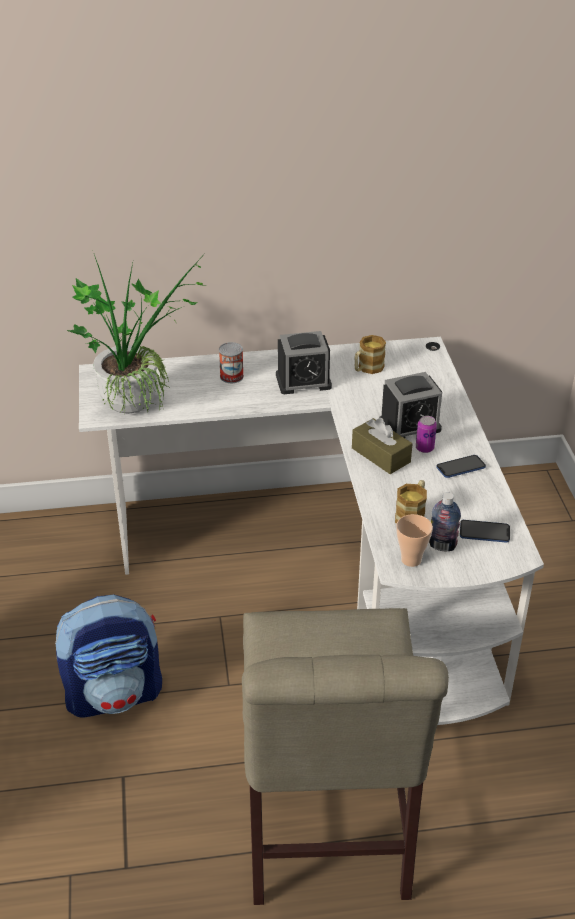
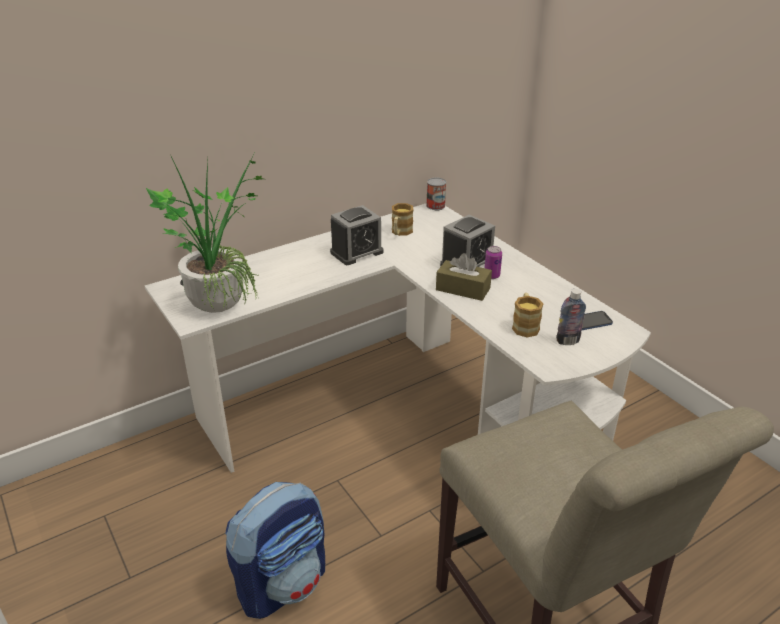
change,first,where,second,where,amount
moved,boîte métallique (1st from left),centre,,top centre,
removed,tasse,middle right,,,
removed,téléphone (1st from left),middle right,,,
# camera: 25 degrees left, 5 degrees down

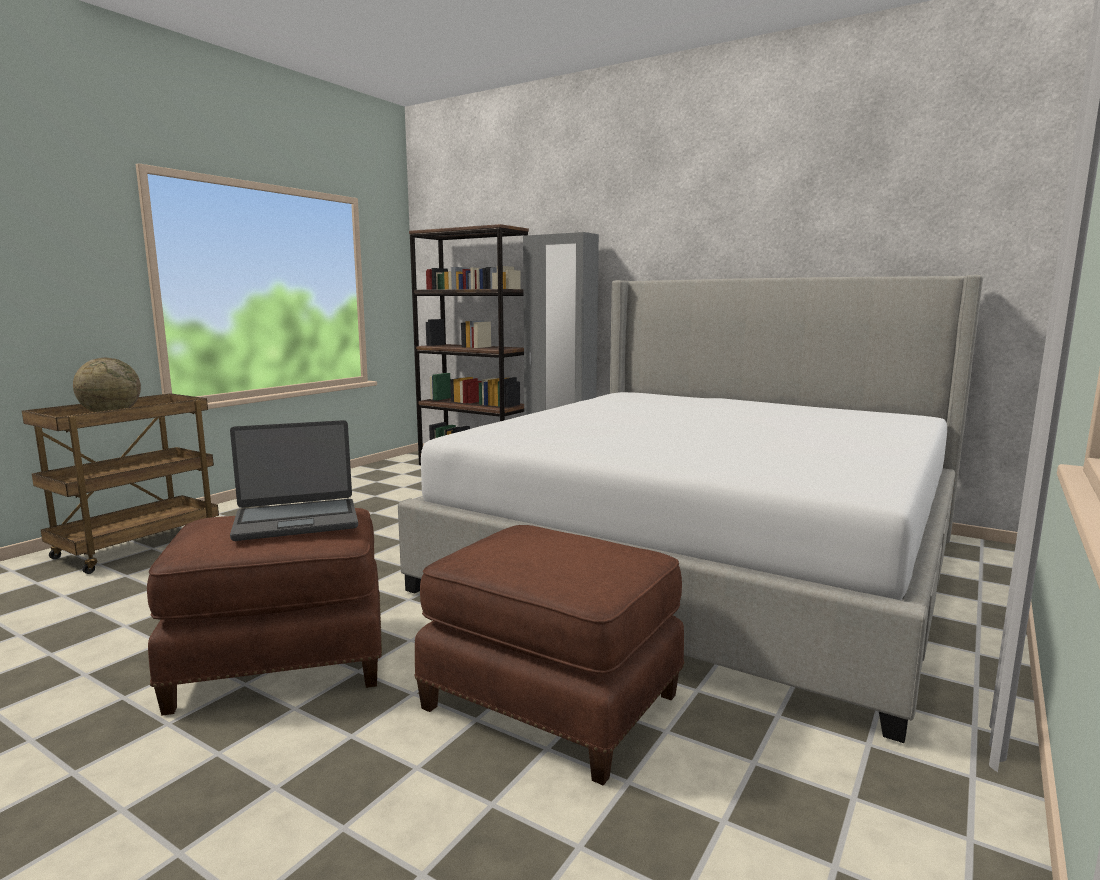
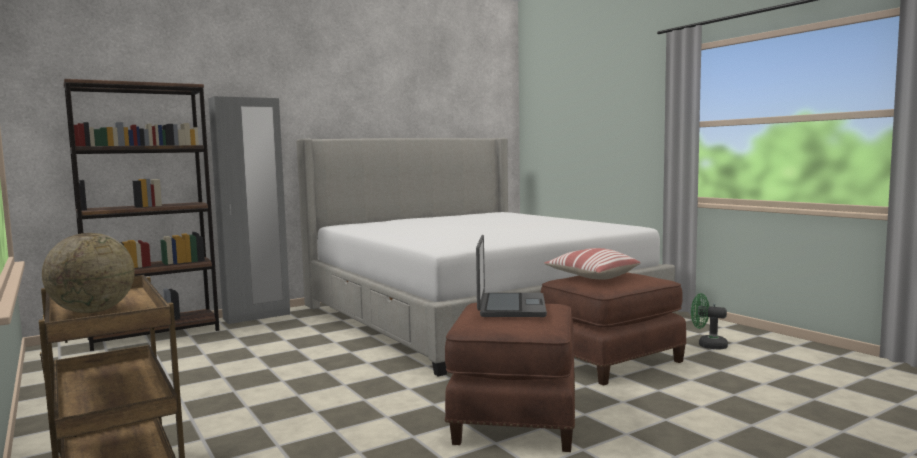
change,first,where,second,where,amount
added,,,coussin,centre,
added,,,ventilateur/vert,bottom right,
# camera: 65 degrees left, 5 degrees down

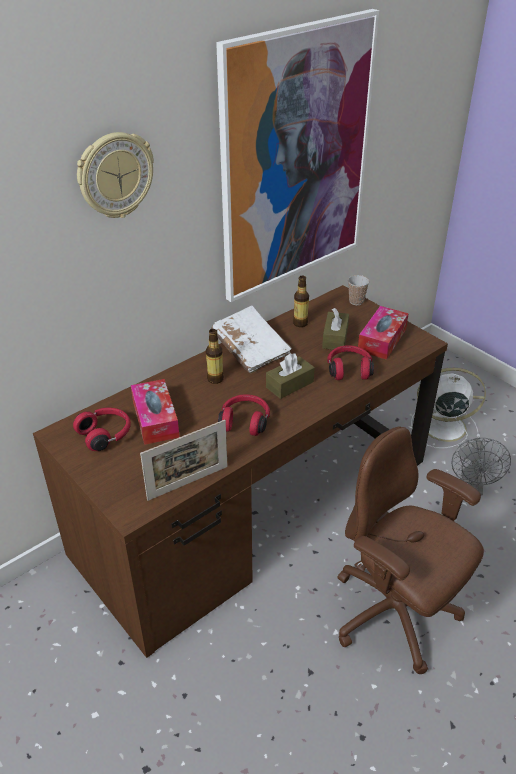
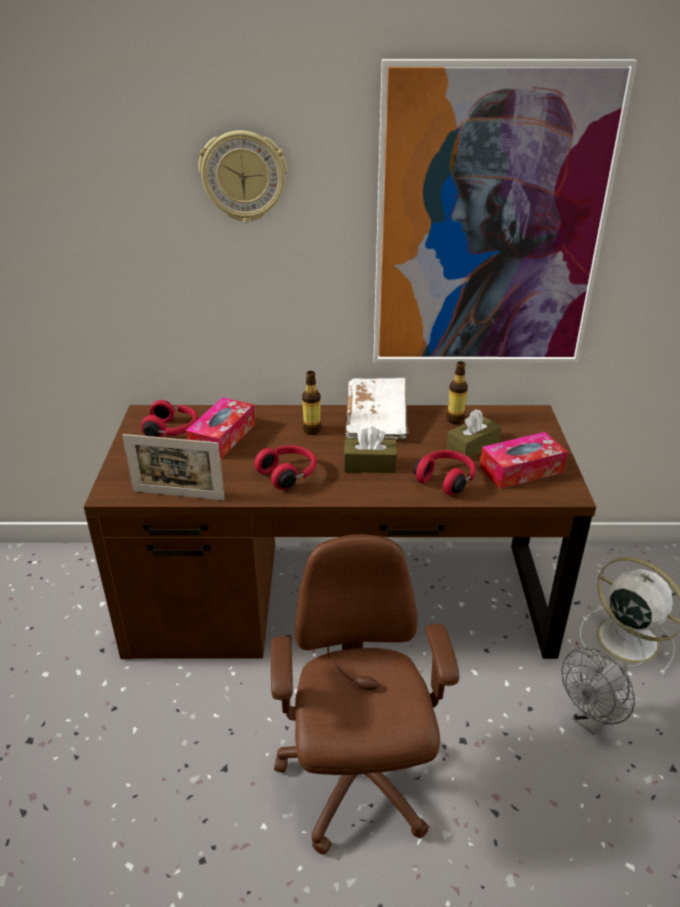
change,first,where,second,where,amount
removed,tasse,middle right,,,
# camera: 40 degrees right, 5 degrees down

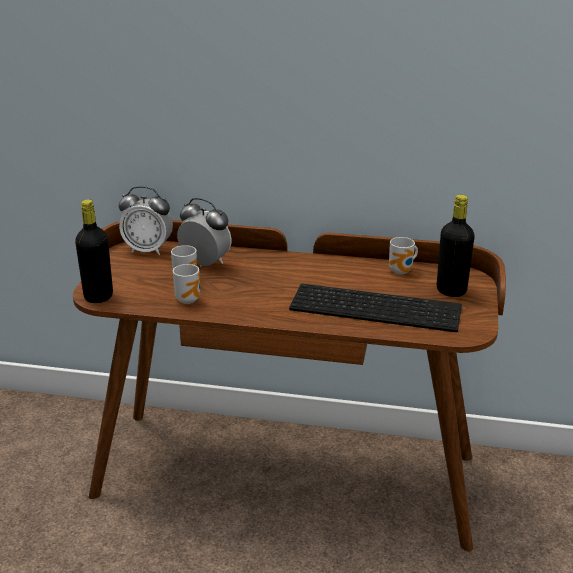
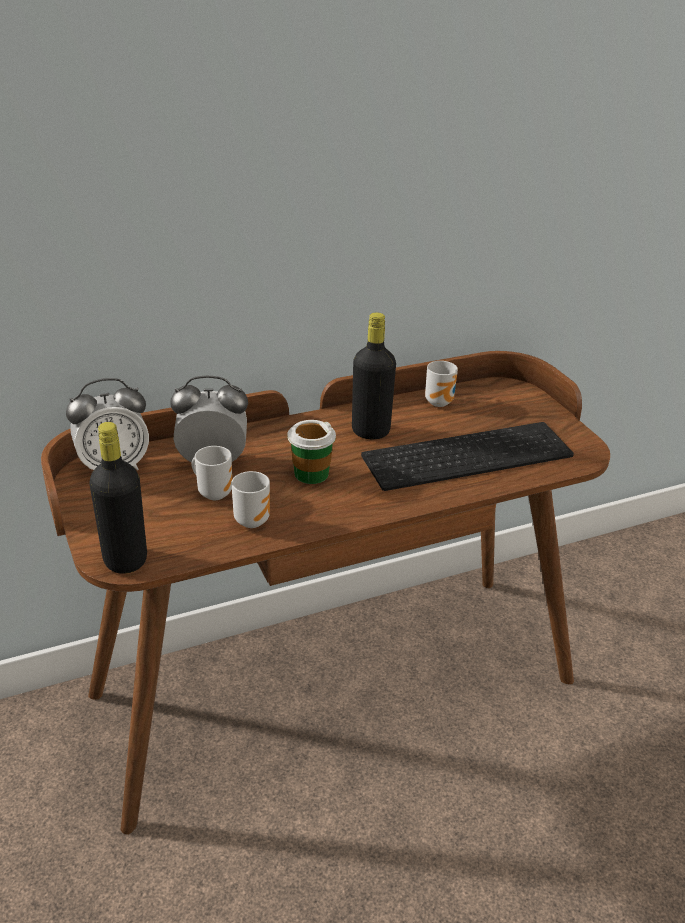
change,first,where,second,where,amount
moved,bouteille/noir (2nd from left),middle right,,centre,
added,,,tasse,centre,
# camera: 35 degrees left, 5 degrees up

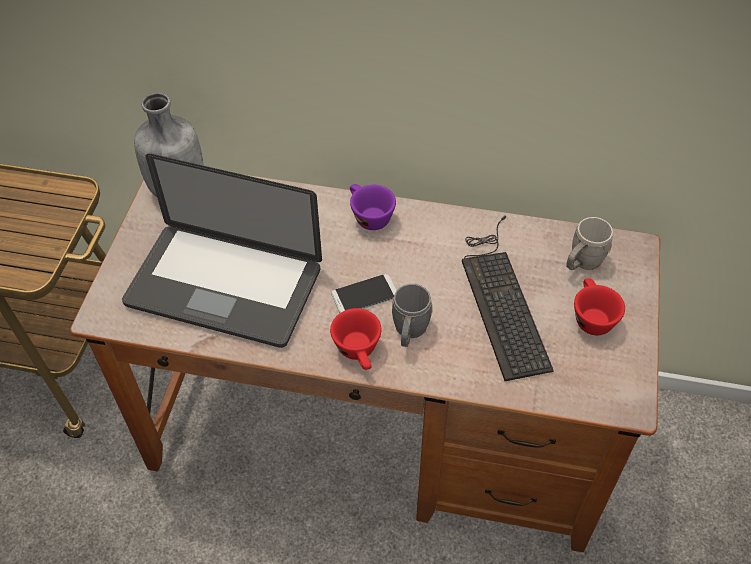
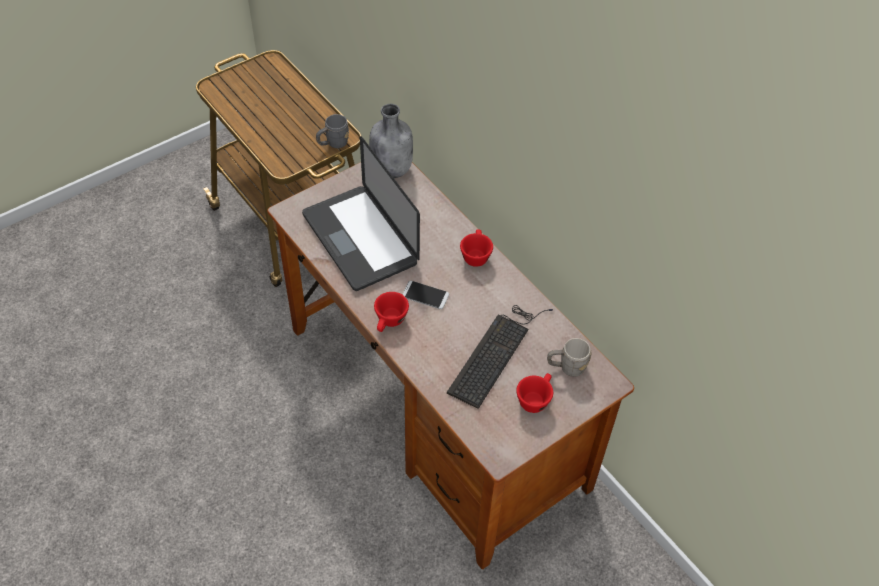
change,first,where,second,where,amount
recoloured,tasse/violet,centre,tasse/rouge (2nd from left),centre,
moved,mug/gris (1st from left),centre,,top centre,
# camera: 40 degrees right, 0 degrees up

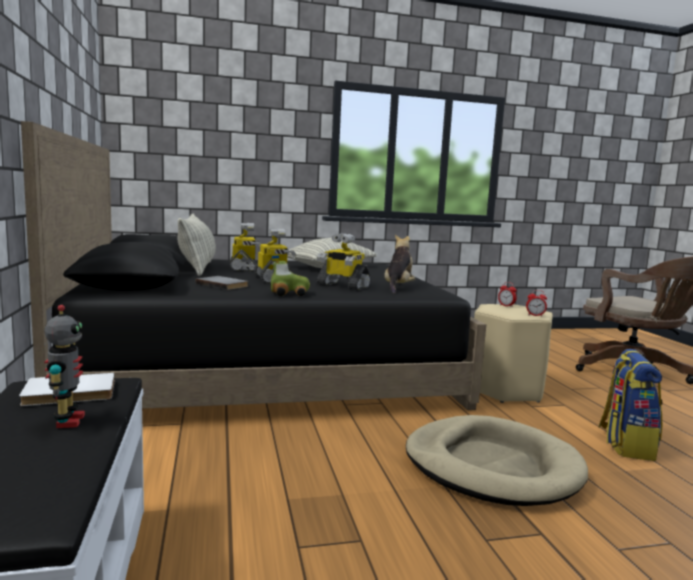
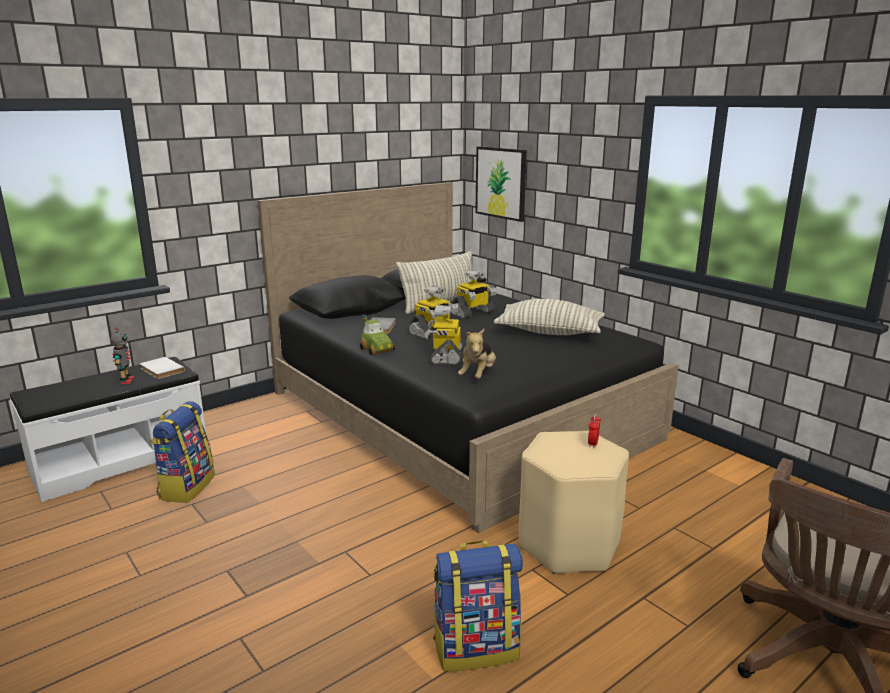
change,first,where,second,where,amount
turned,robot jouet (1st from left),middle left,,middle left,60 degrees counterclockwise
turned,peluche,centre,,centre,120 degrees clockwise
removed,panier pour chien/beige,bottom right,,,
removed,réveil (2nd from left),middle right,,,
added,,,sac à dos (1st from left),middle left,
added,,,tableau,top centre,
# camera: 65 degrees right, 10 degrees up

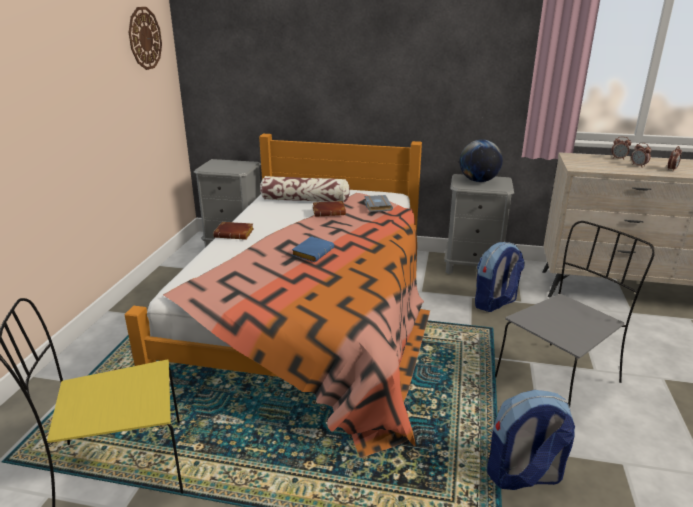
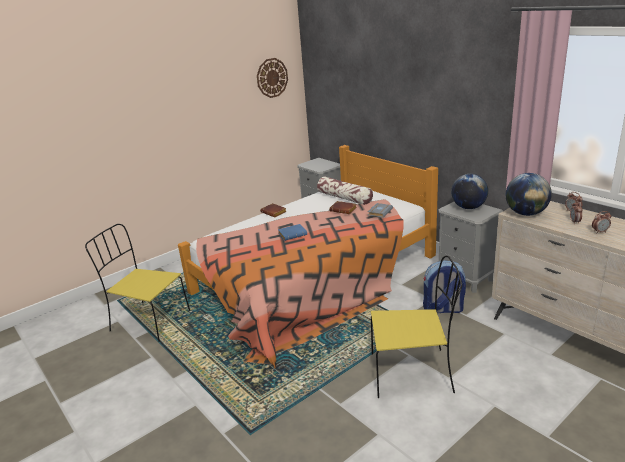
change,first,where,second,where,amount
removed,sac à dos (2nd from left),bottom right,,,
recoloured,chaise/gris,middle right,chaise/jaune (2nd from left),bottom centre,
added,,,globe (2nd from left),middle right,
# camera: 40 degrees right, 0 degrees up

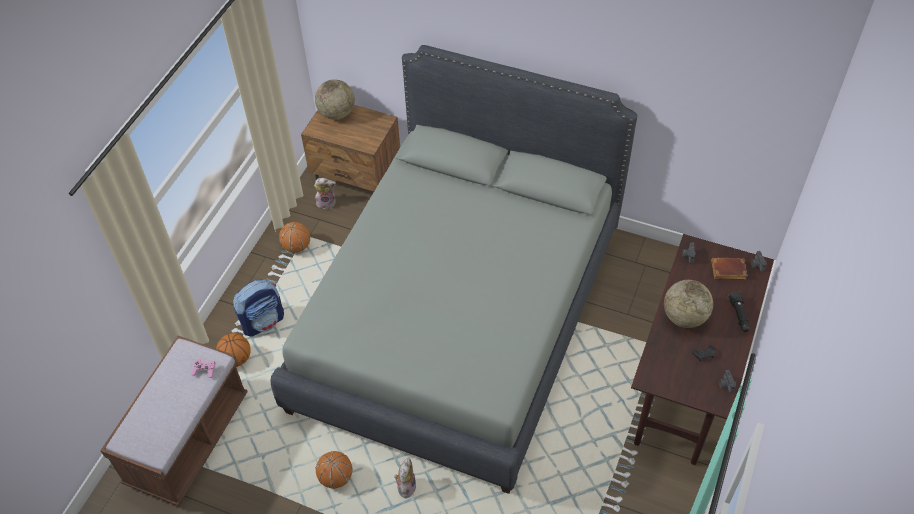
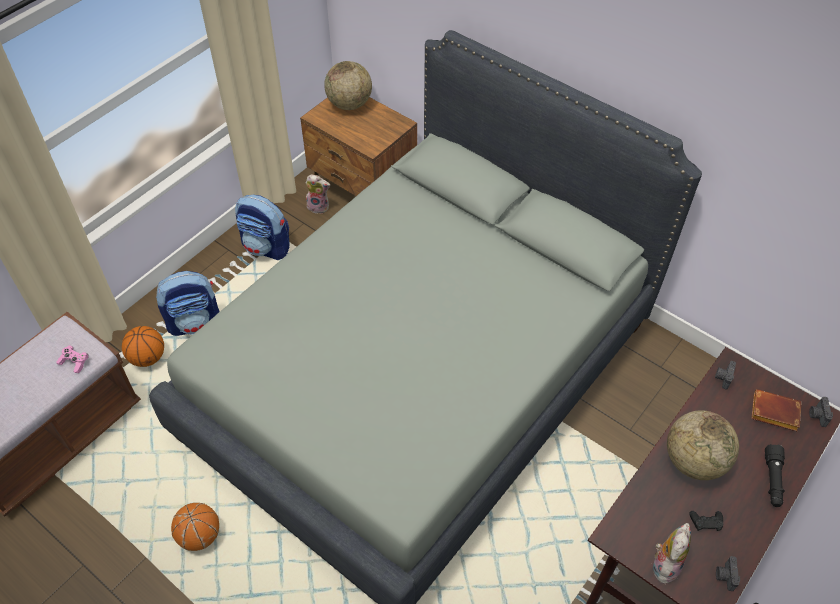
change,first,where,second,where,amount
replaced,ballon de basket (2nd from left),middle left,sac à dos (2nd from left),middle left,
moved,peluche (2nd from left),bottom centre,,bottom right,
# camera: 15 degrees right, 0 degrees up

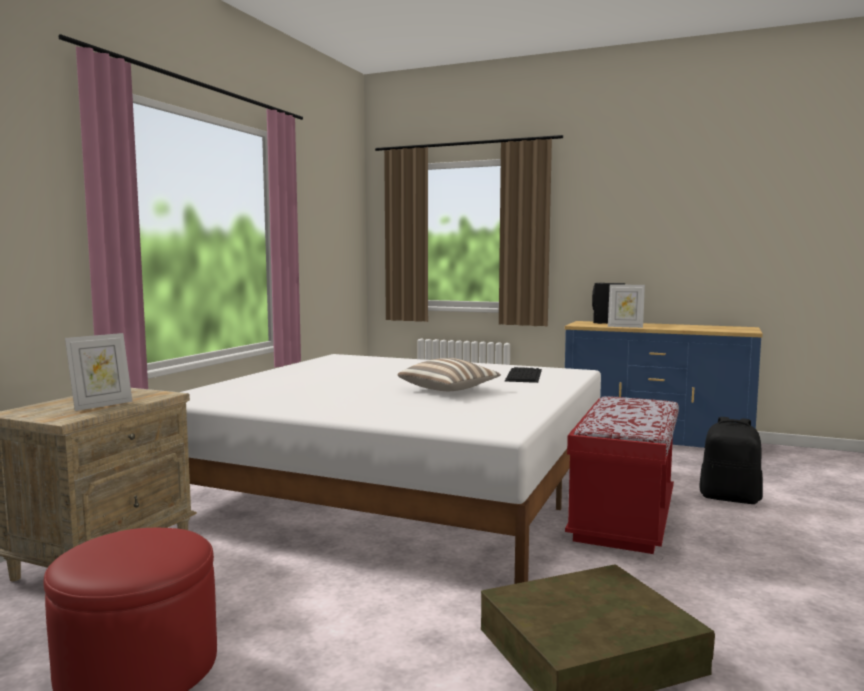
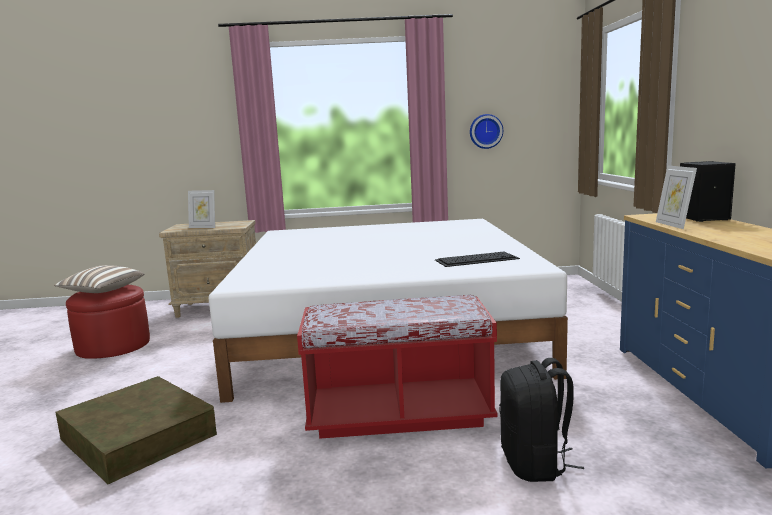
change,first,where,second,where,amount
moved,coussin,centre,,middle left,
added,,,horloge murale,top centre,
# camera: 65 degrees right, 5 degrees up

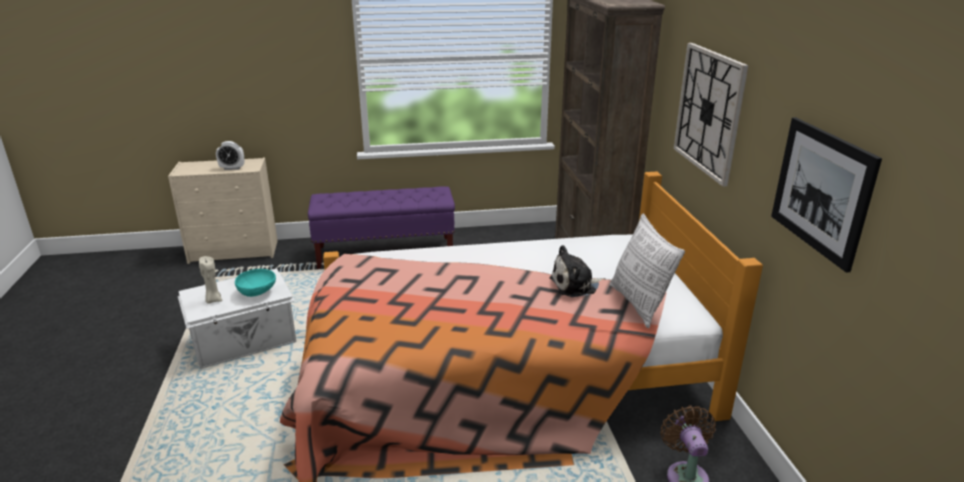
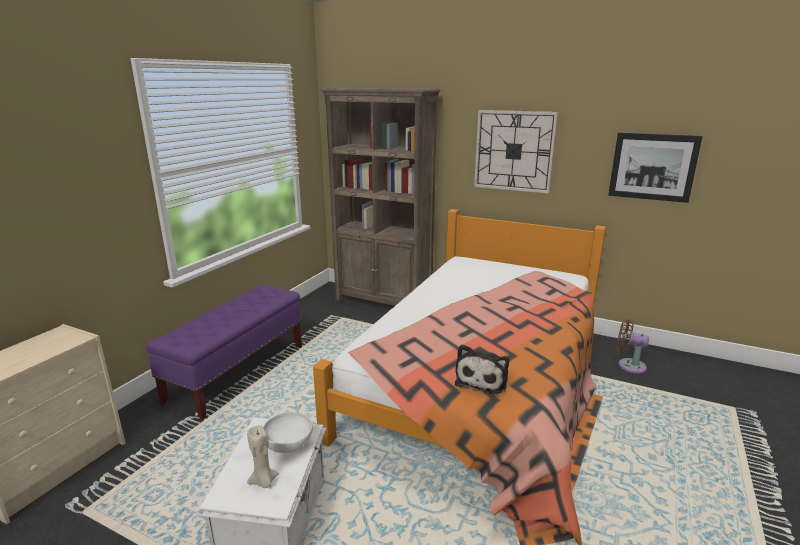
change,first,where,second,where,amount
removed,réveil,top left,,,
recoloured,bol/turquoise,middle left,bol/blanc,bottom centre,
moved,peluche,centre,,bottom centre,
removed,coussin,middle right,,,
# camera: 55 degrees left, 5 degrees down

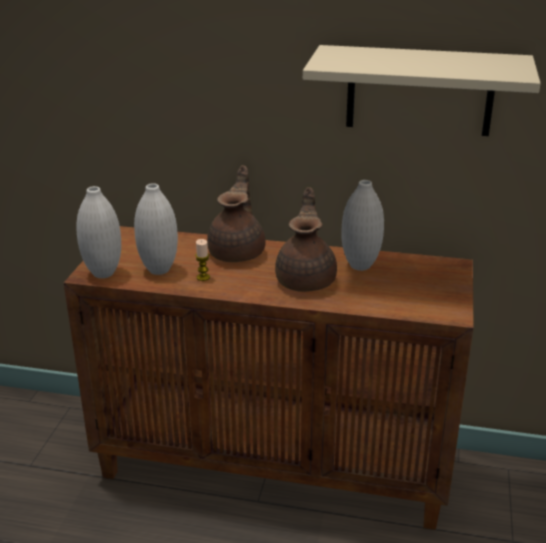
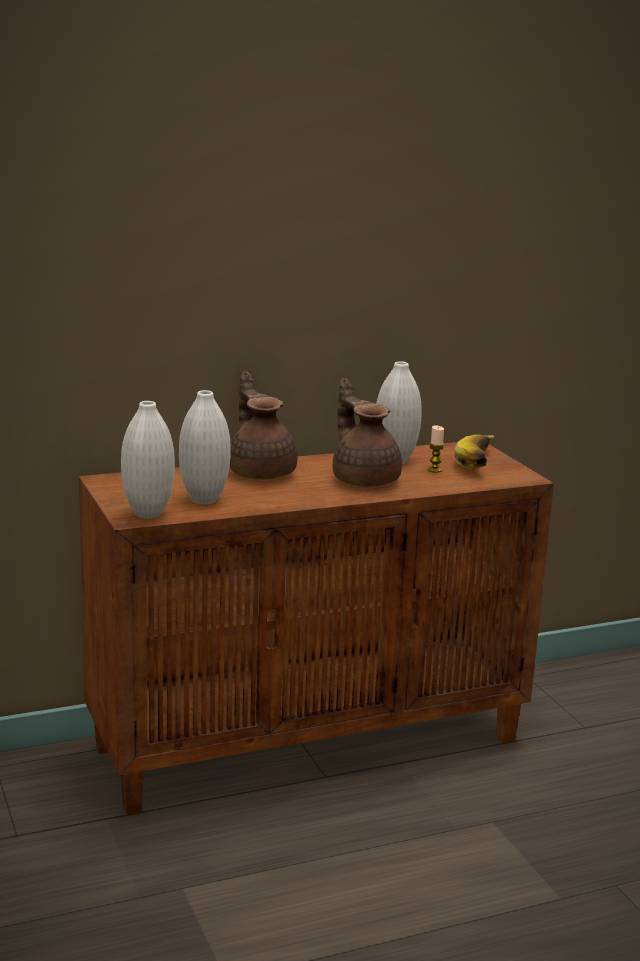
change,first,where,second,where,amount
moved,bougie,centre,,middle right,
removed,étagère/beige,top right,,,
added,,,banane,middle right,
# camera: 35 degrees left, 10 degrees down

